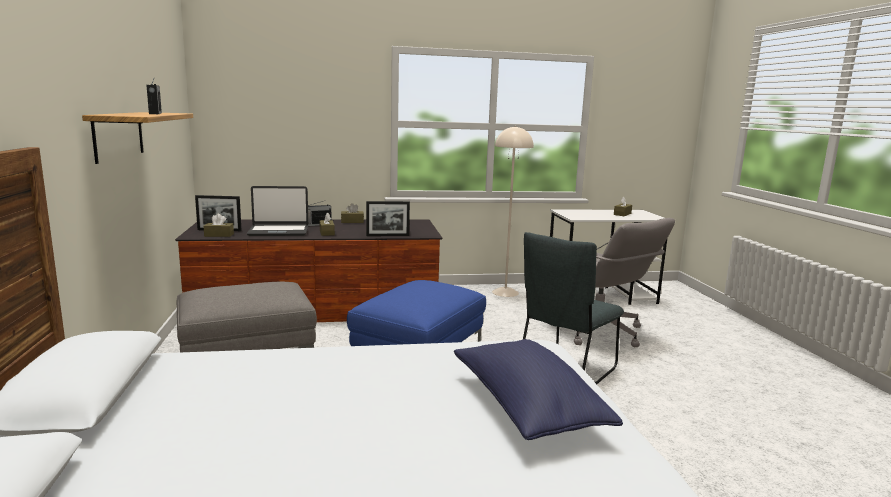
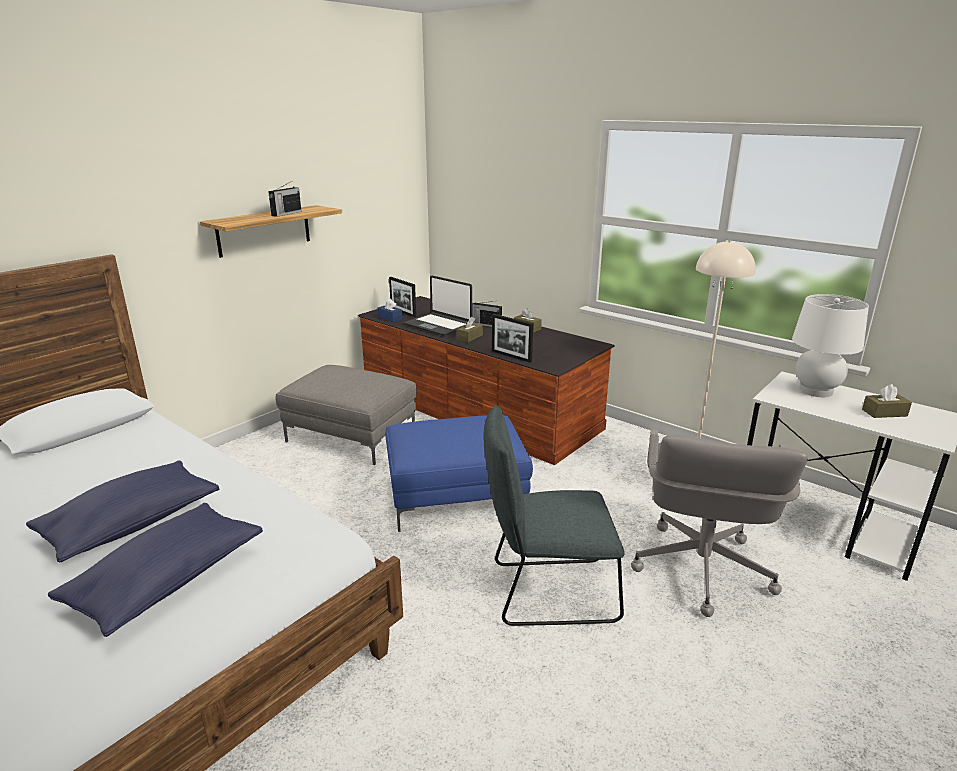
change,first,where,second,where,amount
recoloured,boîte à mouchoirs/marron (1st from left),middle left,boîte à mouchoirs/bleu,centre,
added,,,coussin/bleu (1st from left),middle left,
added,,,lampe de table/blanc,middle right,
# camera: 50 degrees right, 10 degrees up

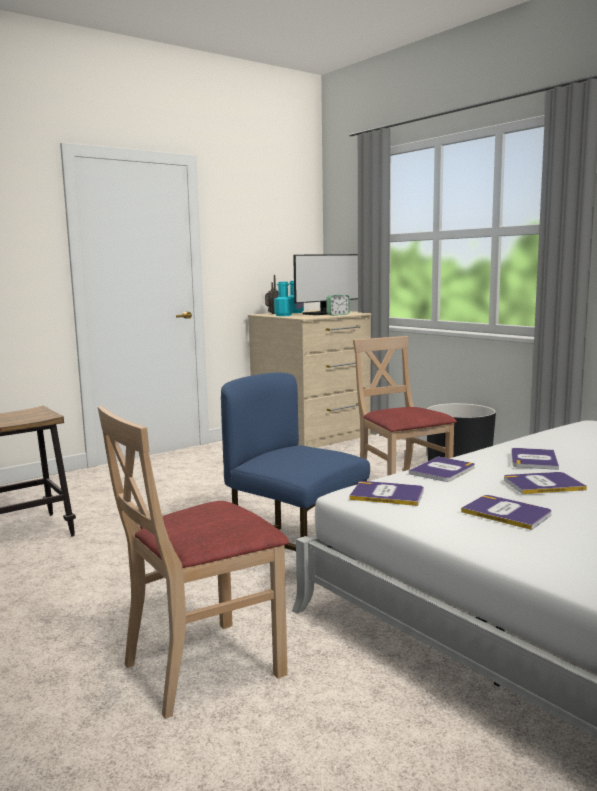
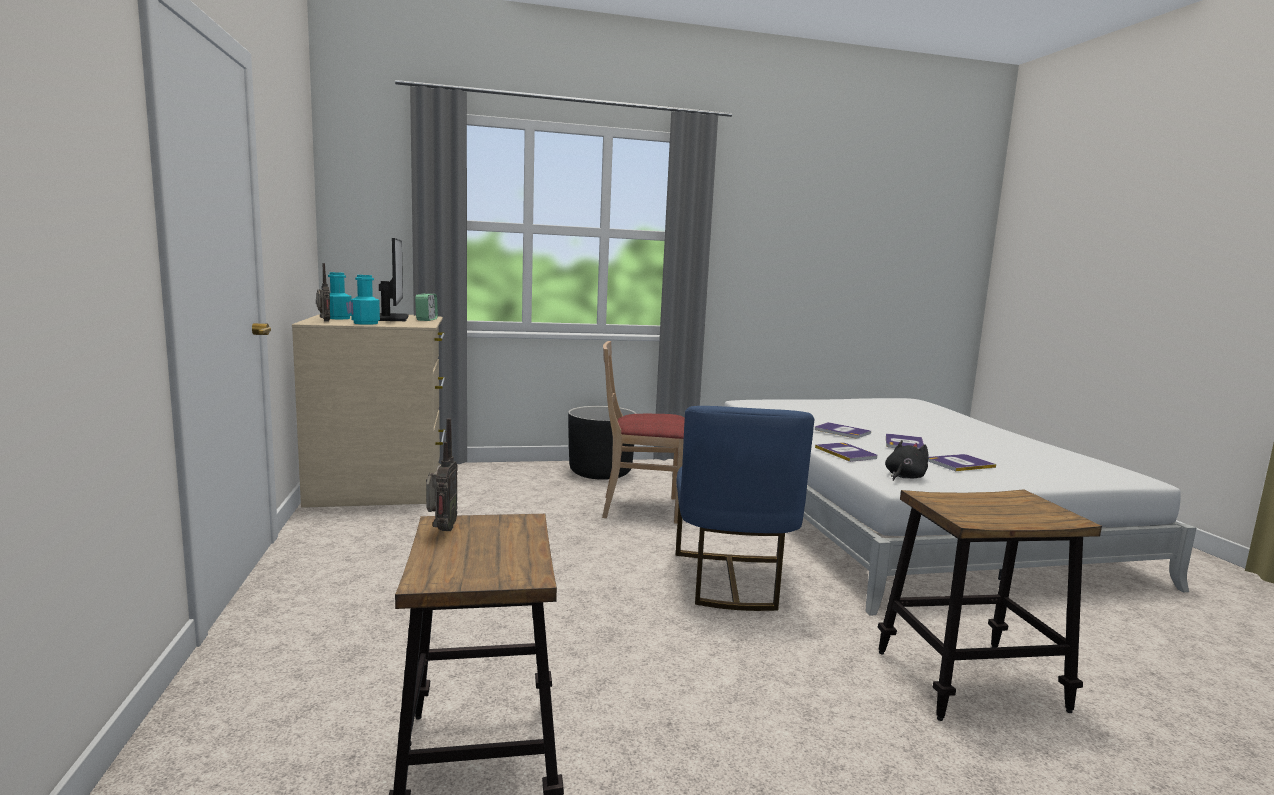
change,first,where,second,where,amount
replaced,chaise/beige (1st from left),bottom left,tabouret (2nd from left),bottom right,
turned,chaise/bleu,centre,,centre,60 degrees counterclockwise
replaced,livre (1st from left),centre,peluche/noir,middle right,
added,,,radio (2nd from left),centre,
# camera: 65 degrees left, 0 degrees up

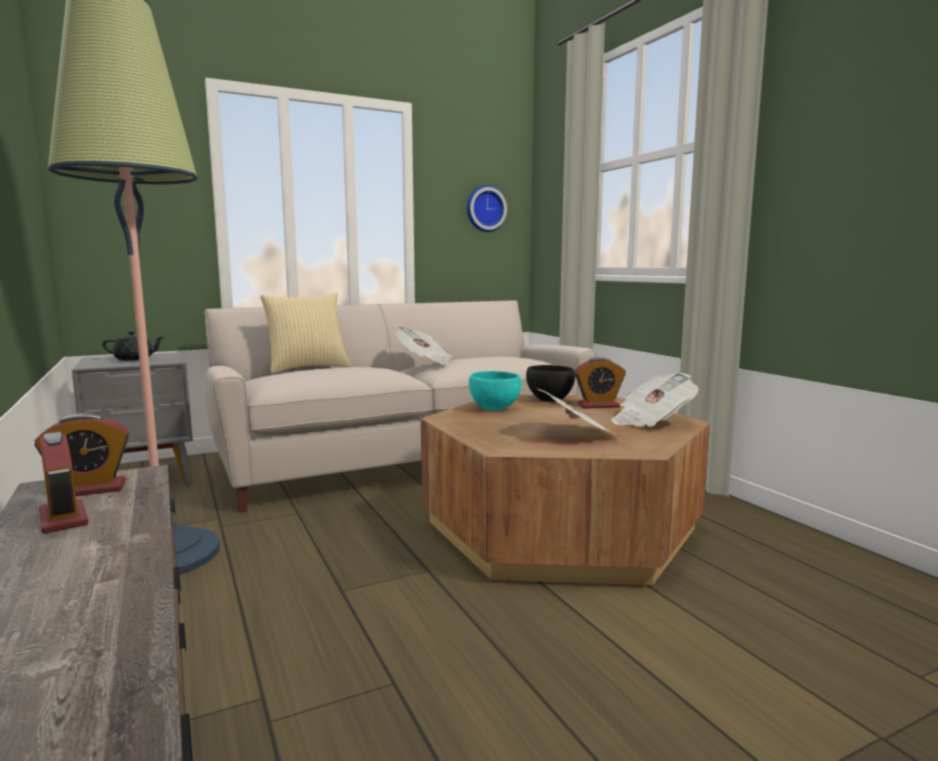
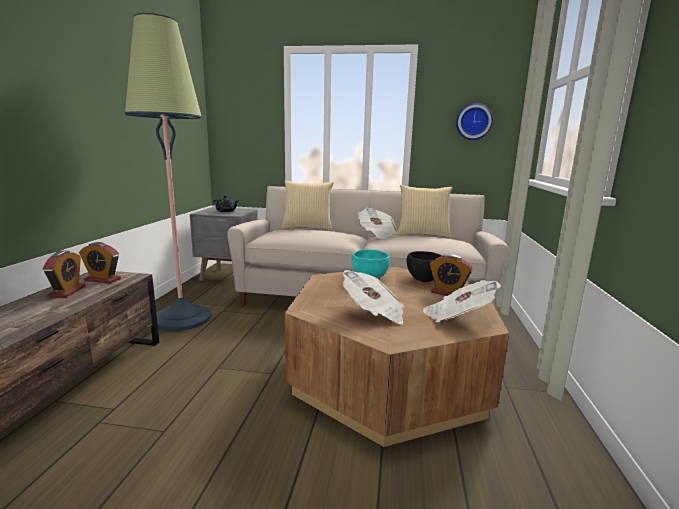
change,first,where,second,where,amount
added,,,coussin (2nd from left),centre,
# camera: 35 degrees right, 5 degrees up

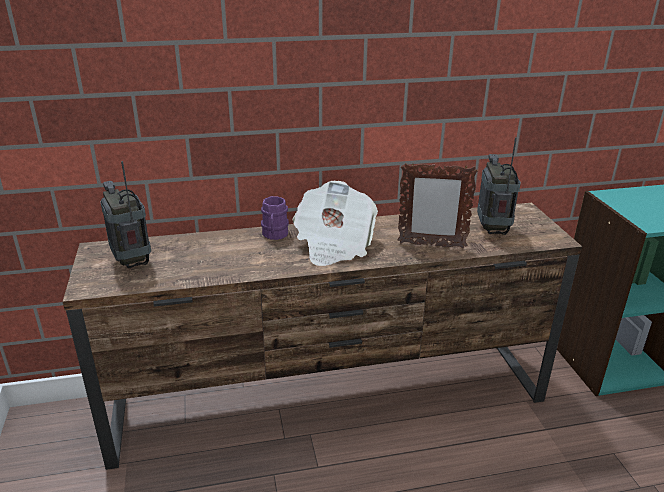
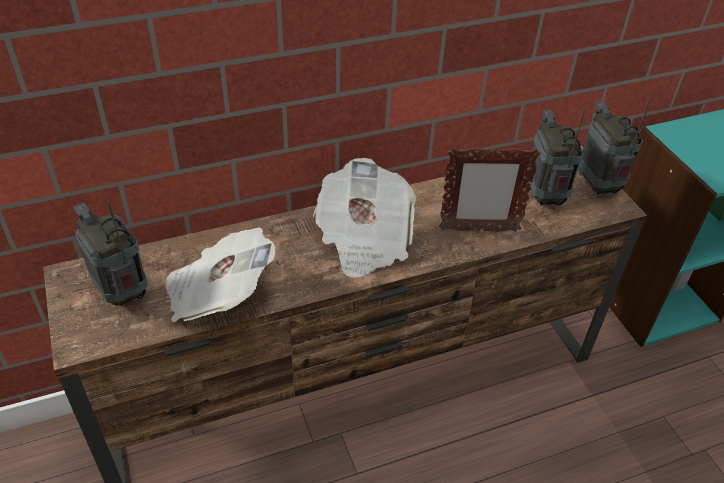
change,first,where,second,where,amount
removed,mug/violet,centre,,,
added,,,journal (1st from left),middle left,
added,,,radio (3rd from left),top right,
# camera: 10 degrees left, 15 degrees up

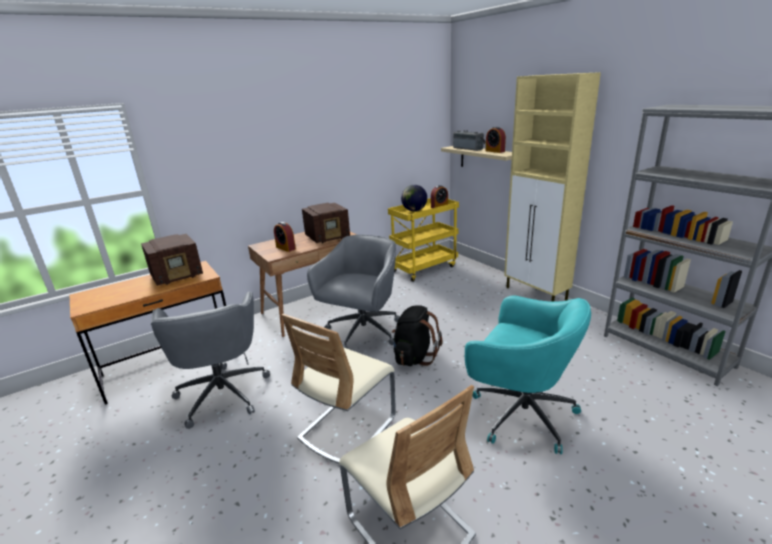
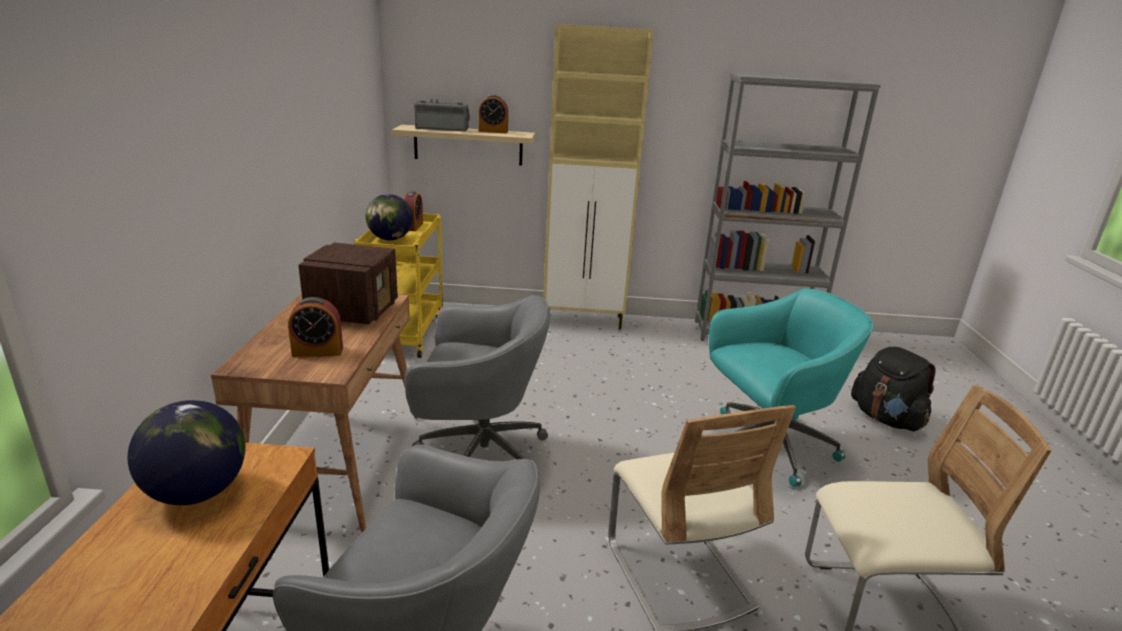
change,first,where,second,where,amount
replaced,radio (1st from left),middle left,globe (1st from left),bottom left,
turned,chaise de bureau/gris (2nd from left),centre,,centre,120 degrees clockwise
moved,sac à dos/noir,centre,,middle right,
# camera: 55 degrees left, 0 degrees up

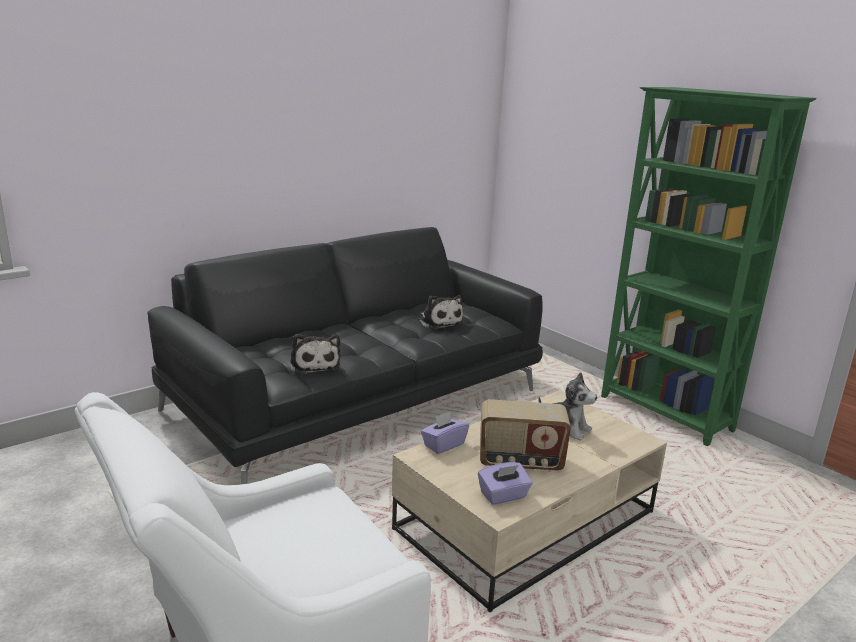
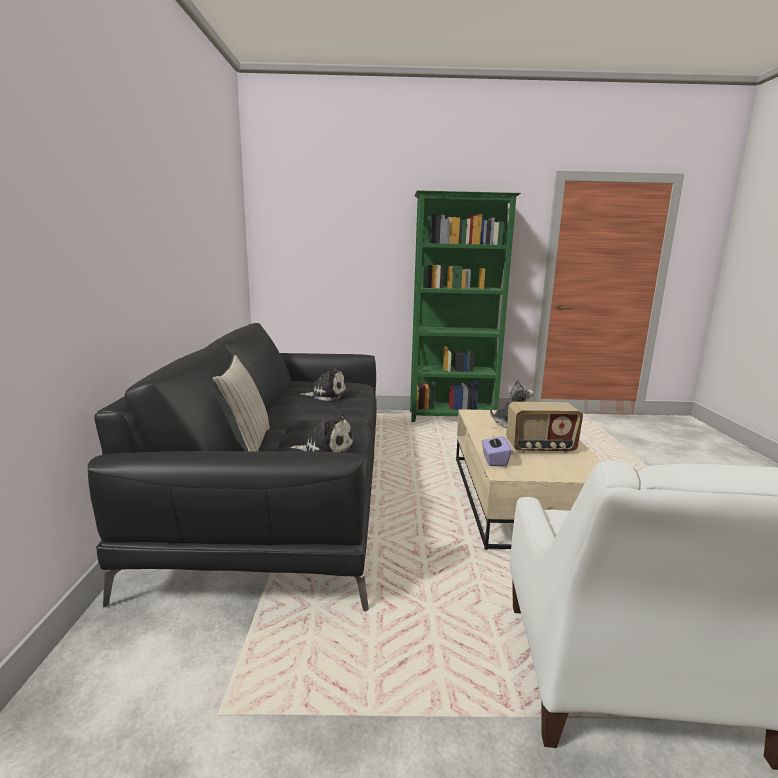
change,first,where,second,where,amount
removed,boîte à mouchoirs/violet (2nd from left),bottom centre,,,
turned,radio,bottom centre,,middle right,45 degrees clockwise
added,,,coussin/beige,middle left,
# camera: 50 degrees left, 5 degrees down

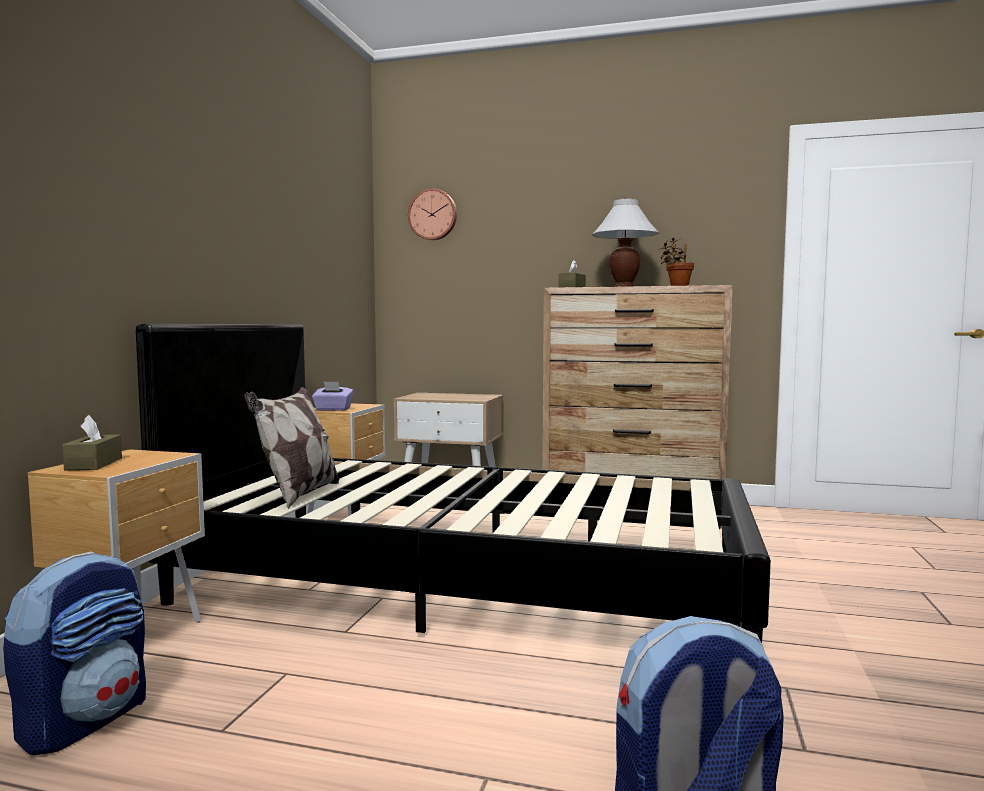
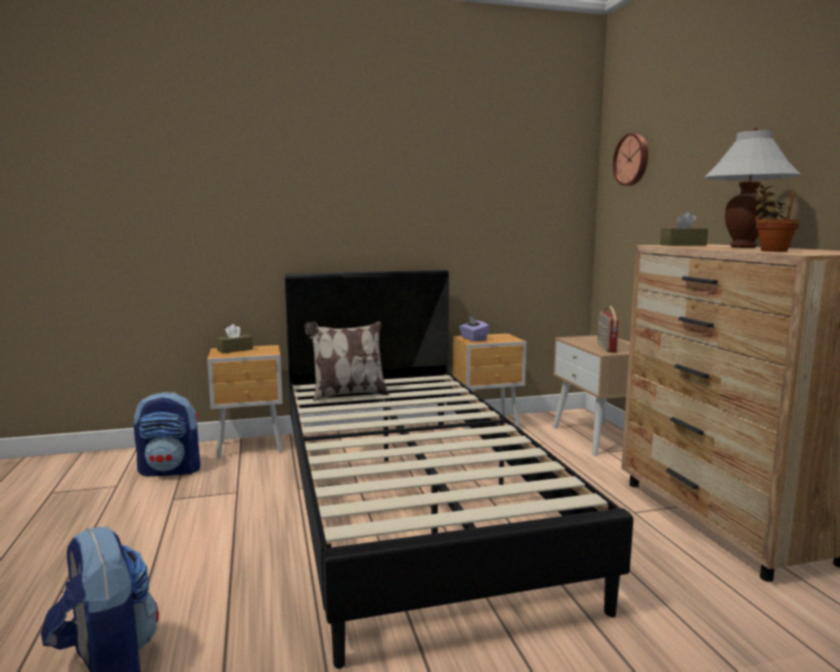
change,first,where,second,where,amount
added,,,radio,middle right,
# camera: 60 degrees right, 5 degrees up

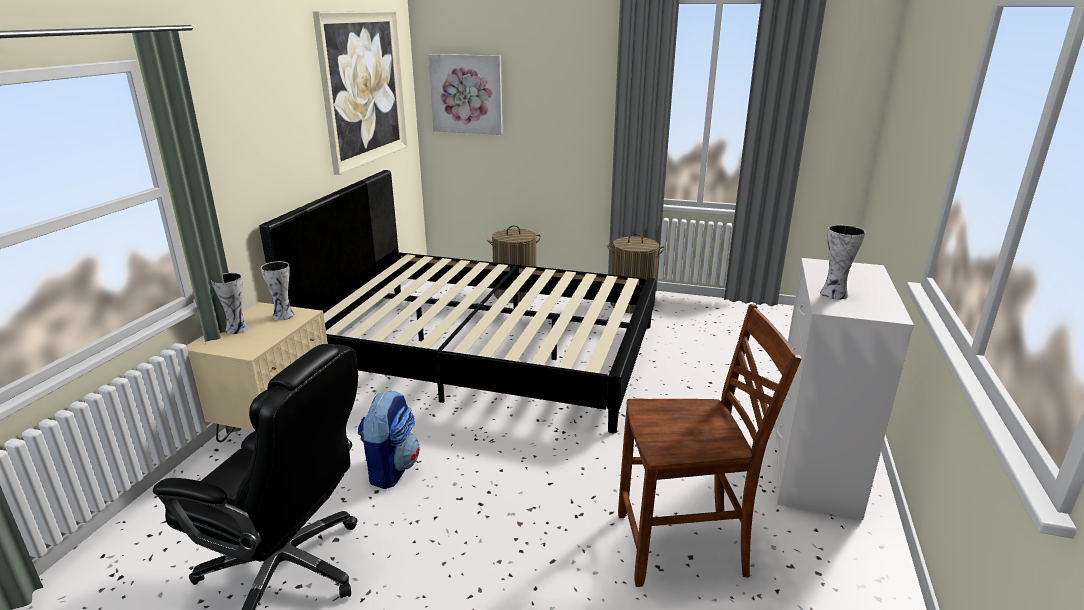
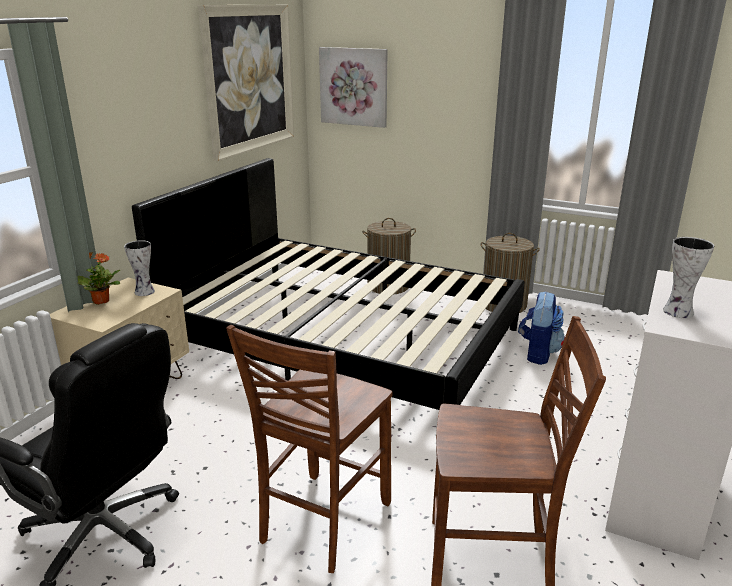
change,first,where,second,where,amount
replaced,vase (1st from left),middle left,plante en pot,middle left,
moved,sac à dos,bottom centre,,middle right,
added,,,chaise/marron (1st from left),bottom centre,
# camera: 10 degrees right, 0 degrees up

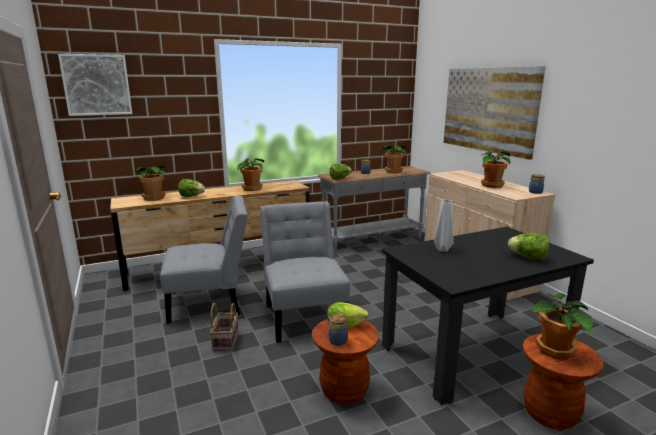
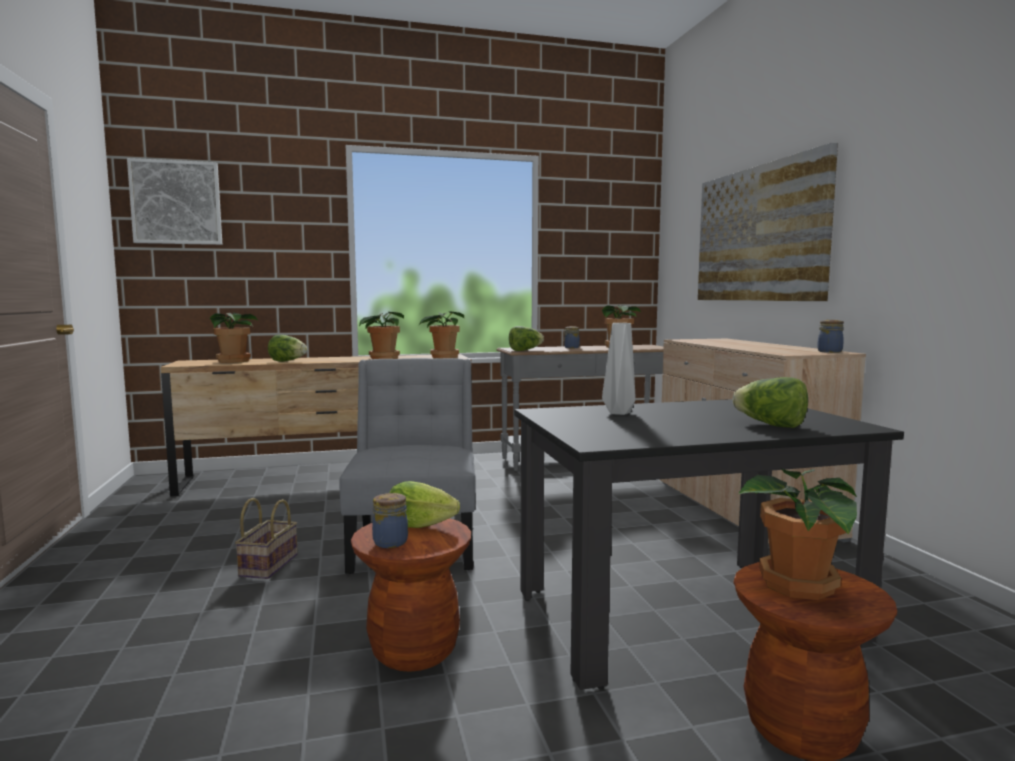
change,first,where,second,where,amount
removed,chaise/gris (1st from left),middle left,,,
moved,plante en pot (4th from left in the first image),middle right,plante en pot (3rd from left),centre,
# camera: 10 degrees right, 10 degrees down

